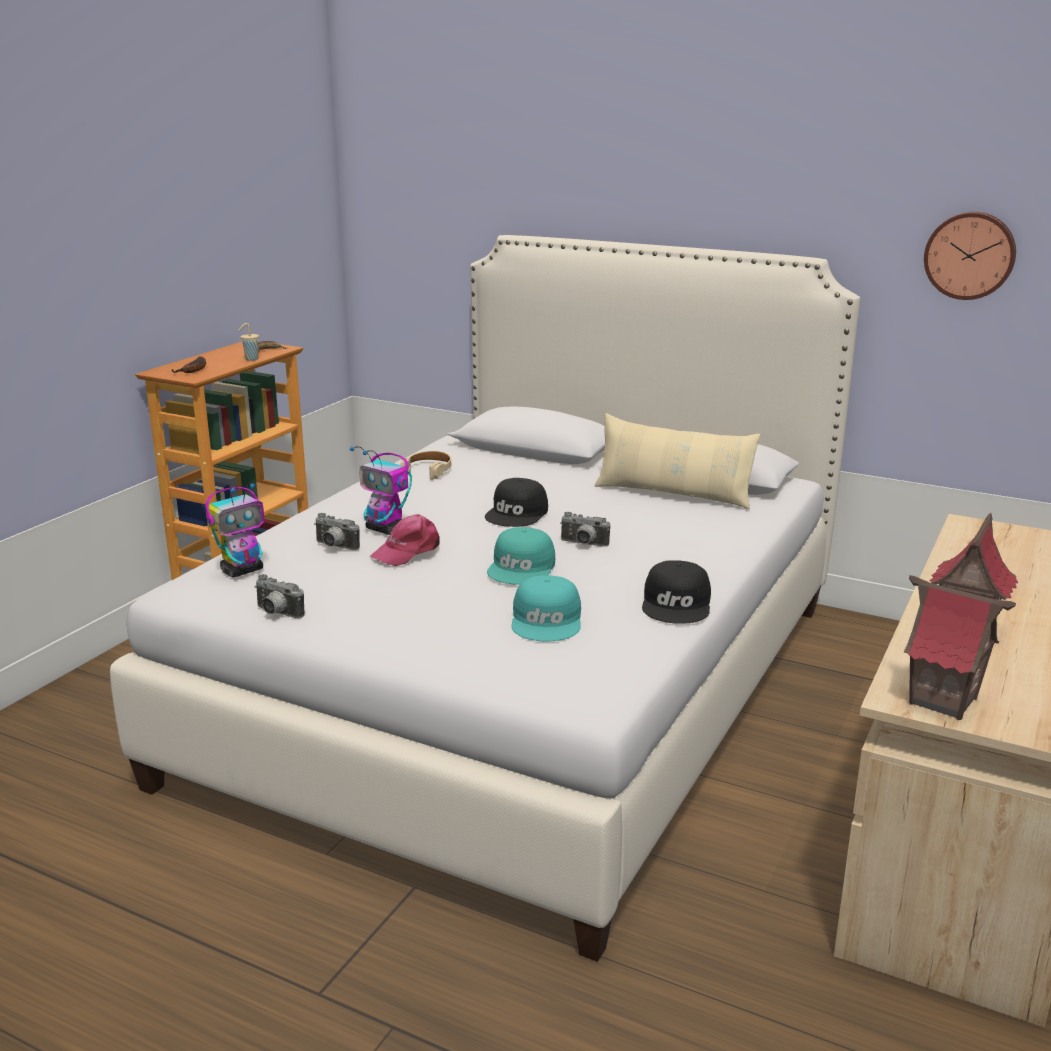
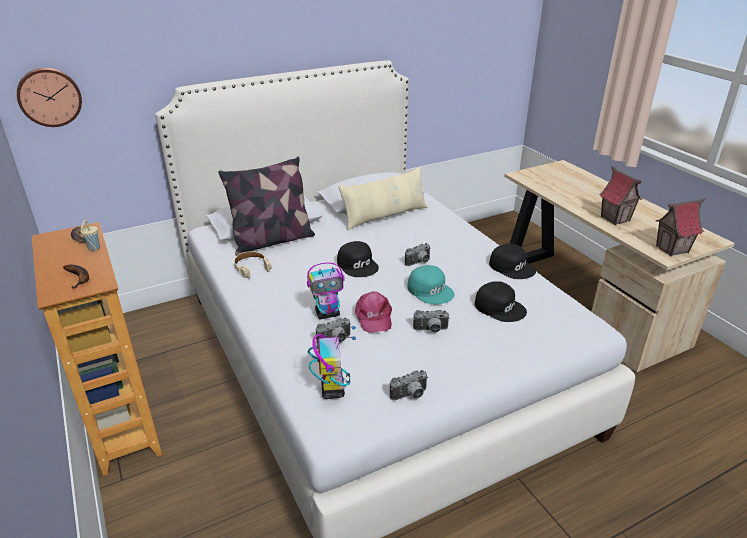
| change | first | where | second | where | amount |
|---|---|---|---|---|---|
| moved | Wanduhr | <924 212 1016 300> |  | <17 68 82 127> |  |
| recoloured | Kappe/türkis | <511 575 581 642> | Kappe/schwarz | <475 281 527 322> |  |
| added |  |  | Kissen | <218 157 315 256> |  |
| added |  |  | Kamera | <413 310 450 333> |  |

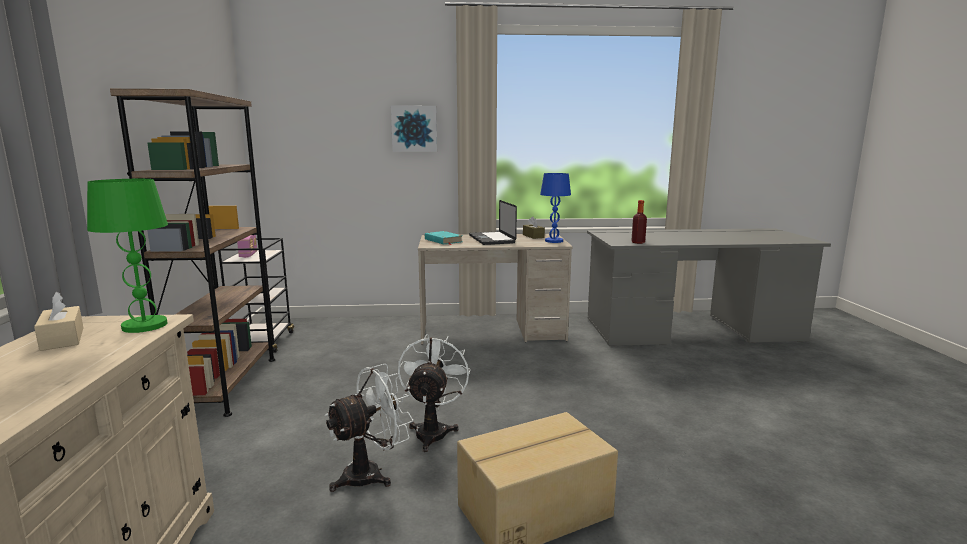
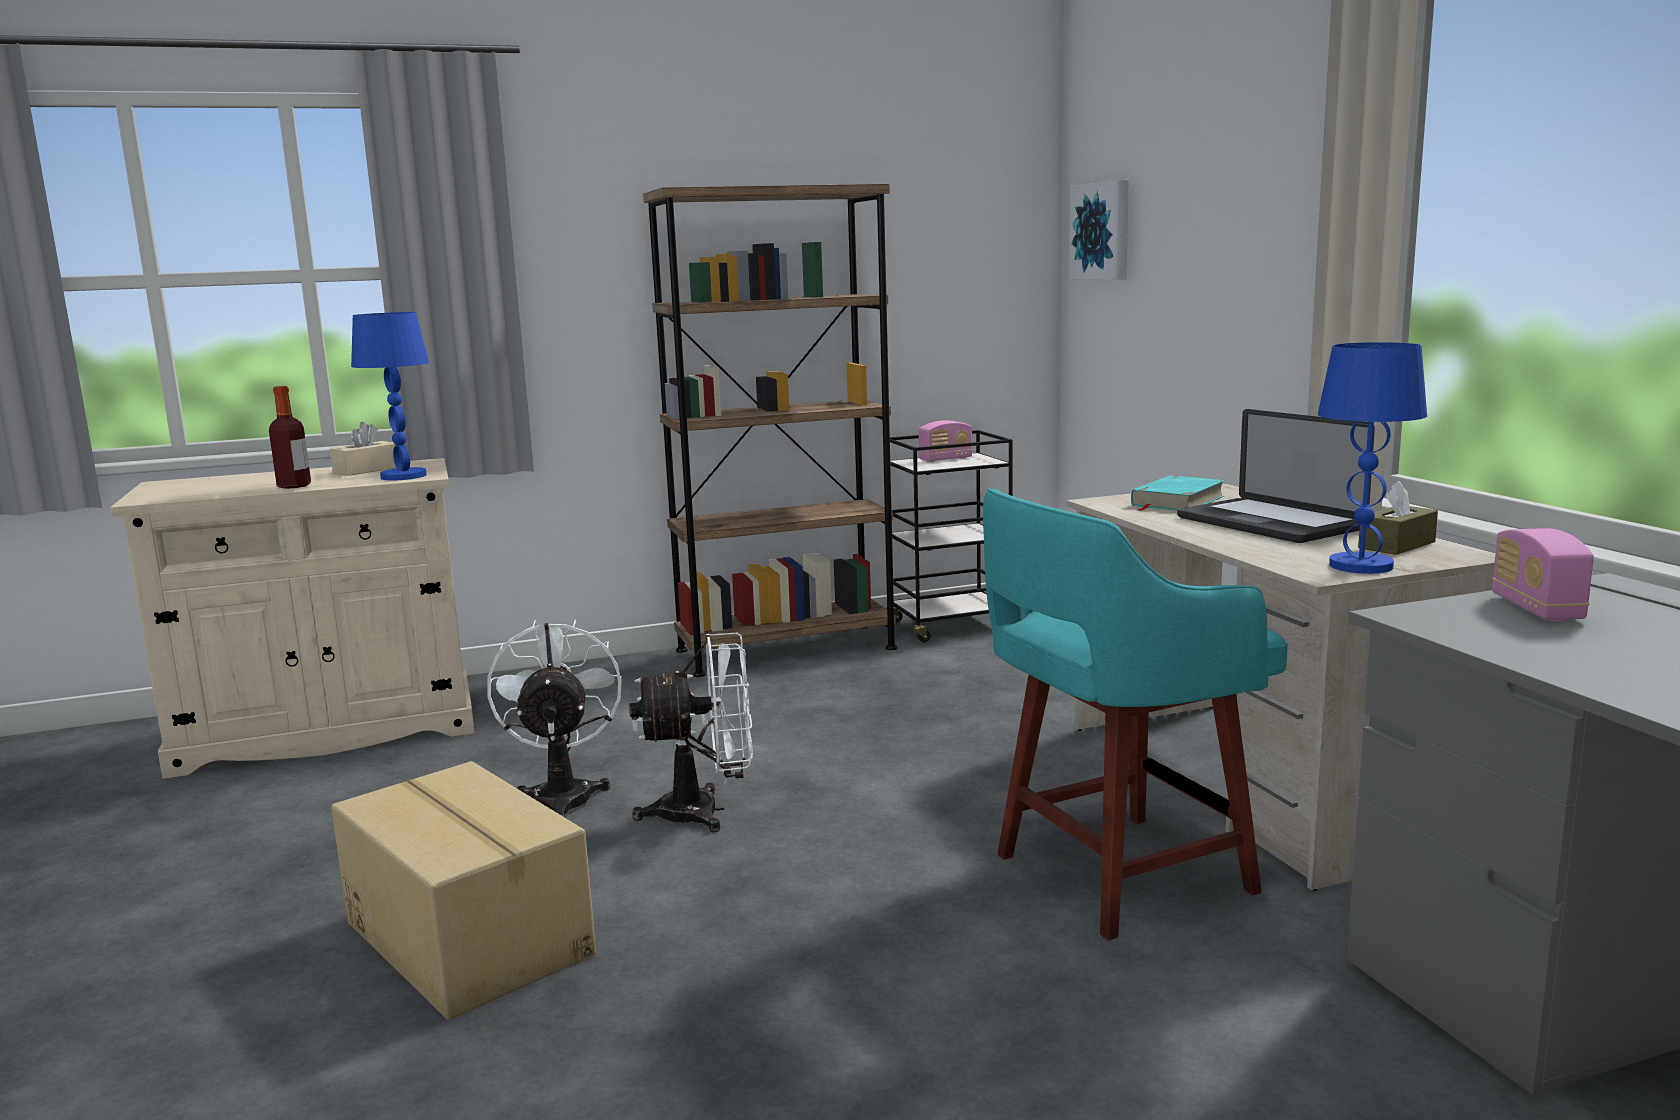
| change | first | where | second | where | amount |
|---|---|---|---|---|---|
| moved | Bild | <391 106 437 152> |  | <1069 180 1129 280> |  |
| recoloured | Tischlampe/grün | <87 179 168 333> | Tischlampe/blau | <351 312 429 481> |  |
| turned | Laptop | <469 200 517 245> |  | <1177 409 1375 543> | 90 degrees counterclockwise |
| moved | Flasche | <631 200 647 244> |  | <269 386 311 489> |  |
| turned | Ventilator/weiß | <325 364 413 492> |  | <487 619 621 817> | 135 degrees counterclockwise |
| added |  |  | Hocker/türkis | <983 488 1288 941> |  |
| added |  |  | Radio | <1492 528 1594 621> |  |

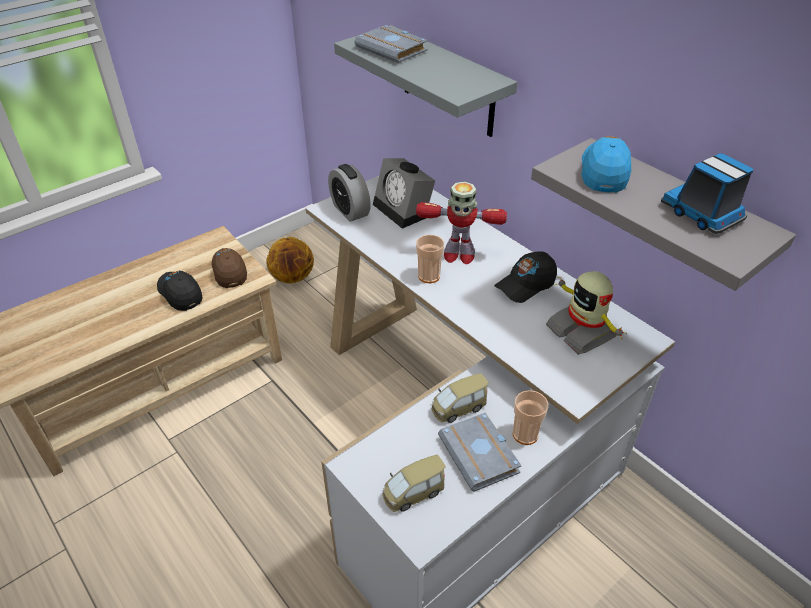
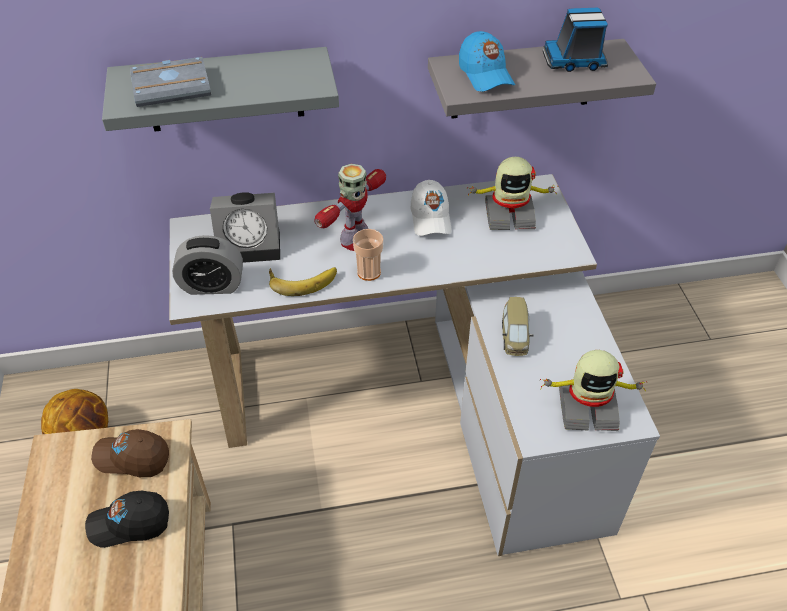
| change | first | where | second | where | amount |
|---|---|---|---|---|---|
| turned | Kappe/blau | <581 136 631 193> |  | <459 31 515 92> | 150 degrees counterclockwise |
| recoloured | Kappe/schwarz | <494 251 557 303> | Kappe/weiß | <411 180 452 236> |  |
| removed | Tasse | <513 390 548 445> |  |  |  |
| removed | Buch/grau | <438 412 521 492> |  |  |  |
| replaced | Spielzeugauto | <383 455 446 512> | Spielzeugroboter | <540 350 649 431> |  |
| added |  |  | Banane | <269 267 337 296> |  |

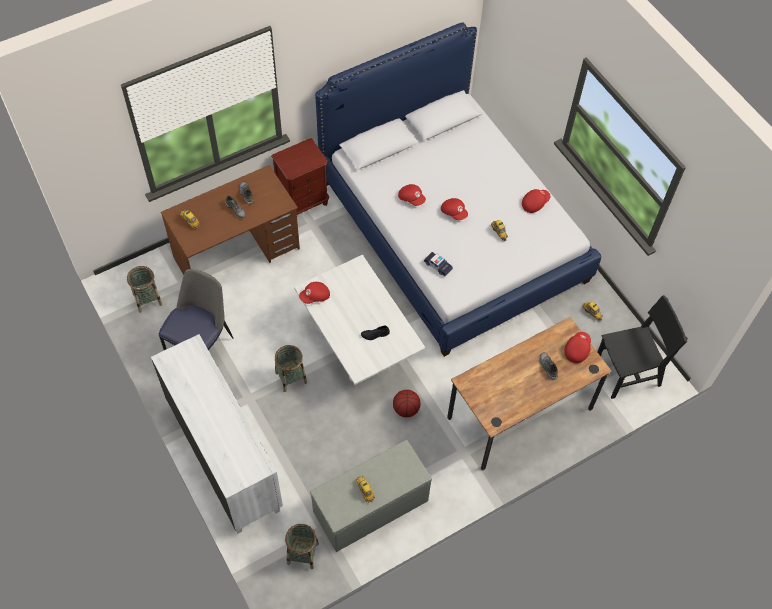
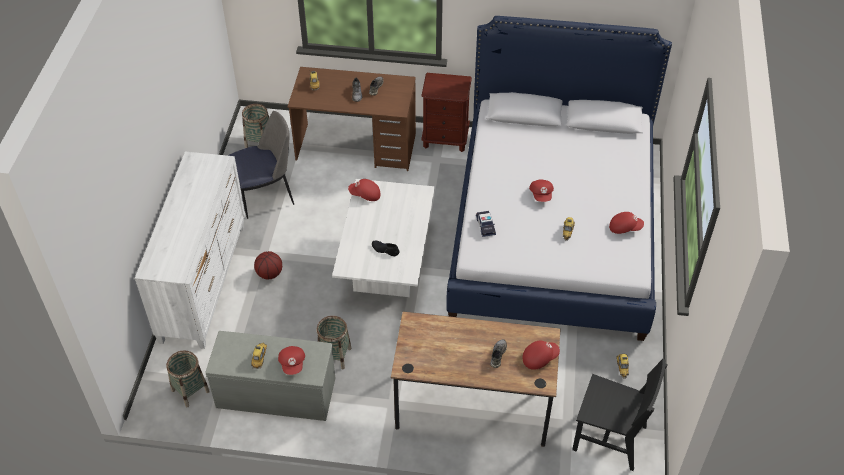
| change | first | where | second | where | amount |
|---|---|---|---|---|---|
| moved | Kappe/rot | <398 184 426 206> |  | <278 346 305 375> |  |
| moved | Korb | <275 345 307 392> |  | <316 316 351 370> |  |
| moved | Basketball | <393 390 420 417> |  | <254 251 282 280> |  |

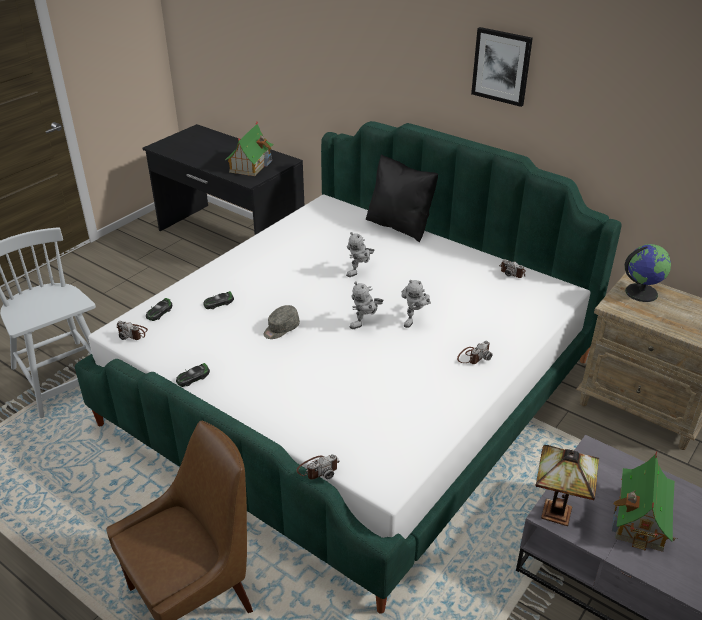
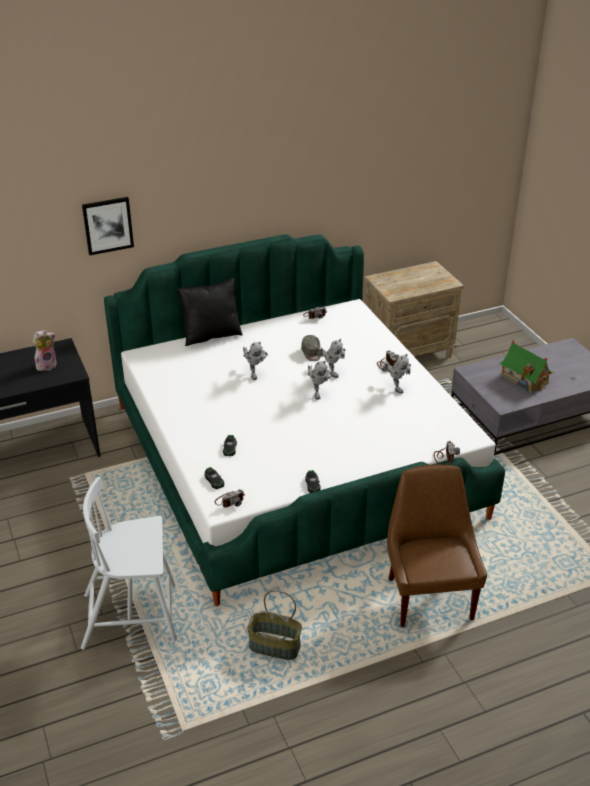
| change | first | where | second | where | amount |
|---|---|---|---|---|---|
| moved | Bild | <471 27 533 107> |  | <82 197 134 255> |  |
| replaced | Spielzeughaus | <225 122 274 176> | Plüschtier | <33 330 57 371> |  |
| removed | Globus | <625 244 671 302> |  |  |  |
| moved | Kappe/grau | <263 305 300 339> |  | <301 335 320 361> |  |
| removed | Tischlampe | <536 445 599 526> |  |  |  |
| added |  |  | Spielzeugroboter | <382 354 411 394> |  |
| added |  |  | Korb | <247 590 302 660> |  |

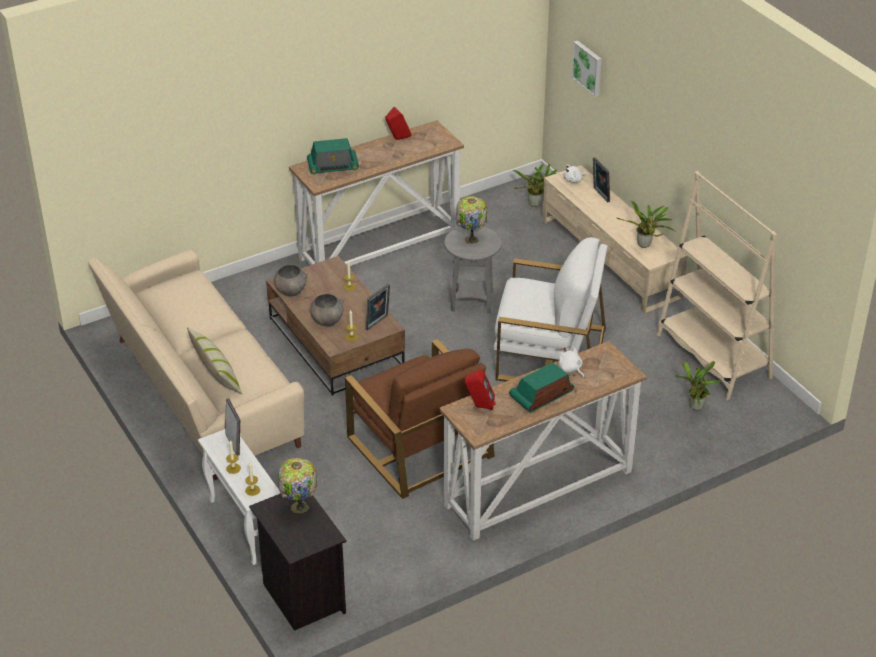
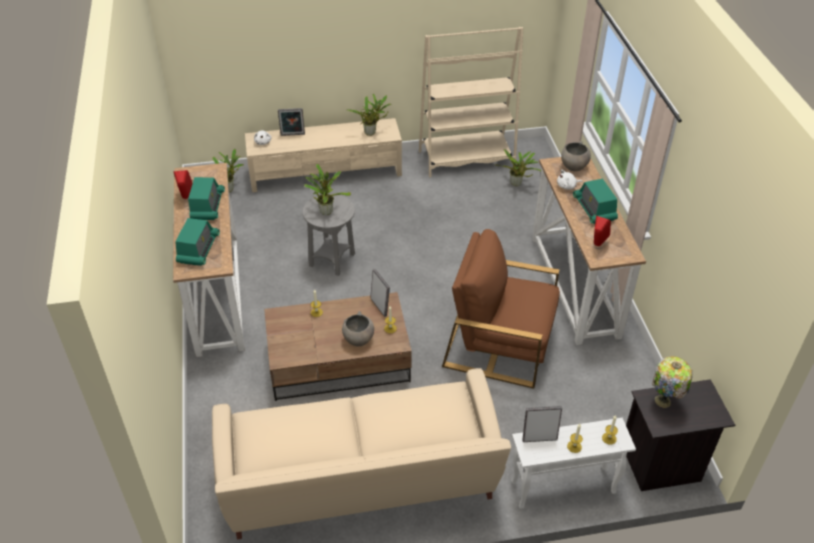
| change | first | where | second | where | amount |
|---|---|---|---|---|---|
| removed | Bild | <571 41 602 97> |  |  |  |
| replaced | Tischlampe | <456 196 487 244> | Topfpflanze | <304 164 351 215> |  |
| removed | Sessel/weiß | <494 237 608 382> |  |  |  |
| moved | Schüssel/grau | <274 264 308 297> |  | <561 141 591 171> |  |
| removed | Kissen | <187 328 242 395> |  |  |  |
| turned | Sessel/braun | <345 339 495 499> |  | <442 229 560 389> | 150 degrees counterclockwise |
| added |  |  | Radio | <188 177 225 220> |  |

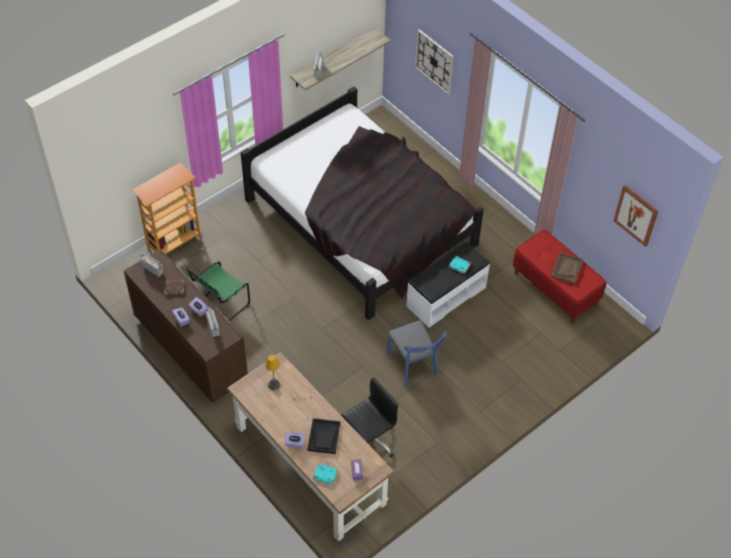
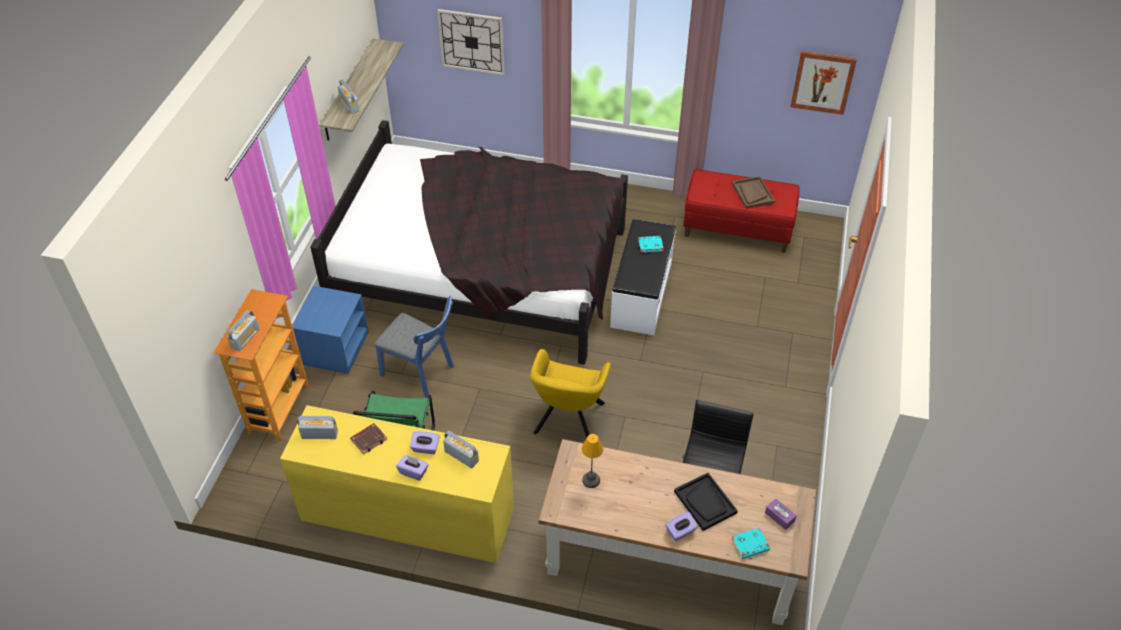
| change | first | where | second | where | amount |
|---|---|---|---|---|---|
| recoloured | Kommode/braun | <124 249 248 403> | Kommode/gelb | <280 405 514 563> |  |
| moved | Stuhl/blau | <387 321 447 387> |  | <374 296 454 398> |  |
| added |  |  | Nachttisch/blau | <292 286 369 374> |  |
| added |  |  | Radio | <227 310 259 351> |  |
| added |  |  | Sessel/gelb | <530 349 611 438> |  |

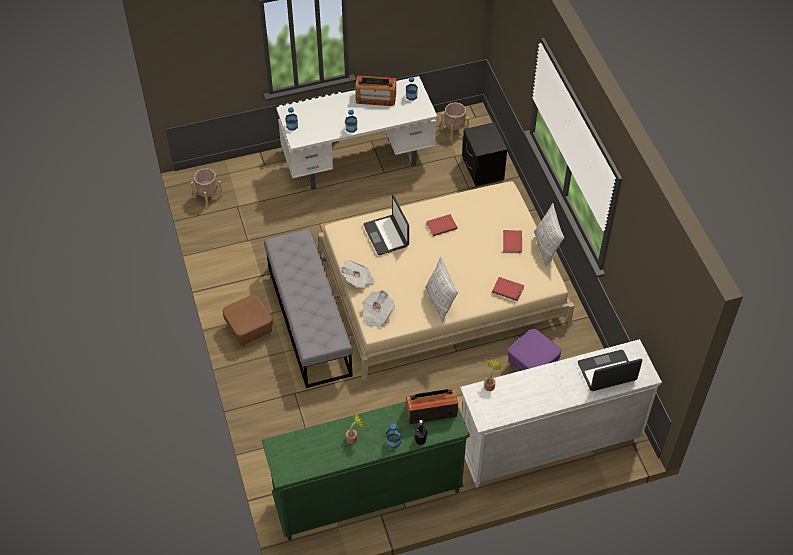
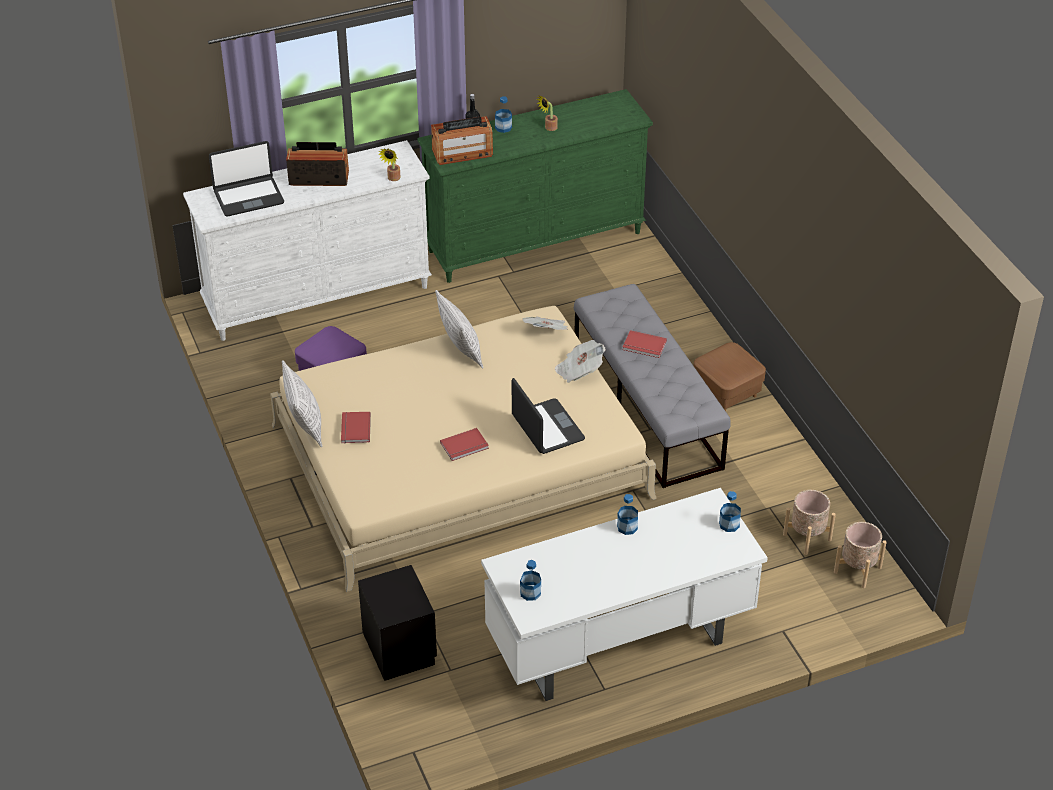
| change | first | where | second | where | amount |
|---|---|---|---|---|---|
| moved | Radio | <355 76 396 106> |  | <286 142 349 186> |  |
| moved | Pflanzkübel/beige | <441 103 469 141> |  | <783 490 836 555> |  |
| moved | Buch/rot | <492 277 525 301> |  | <622 330 667 358> |  |

